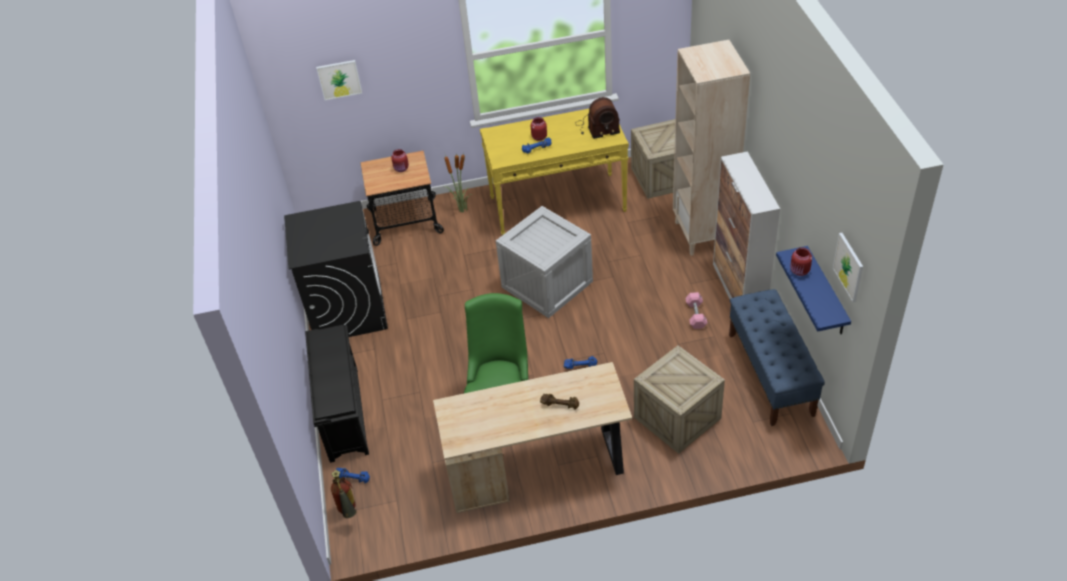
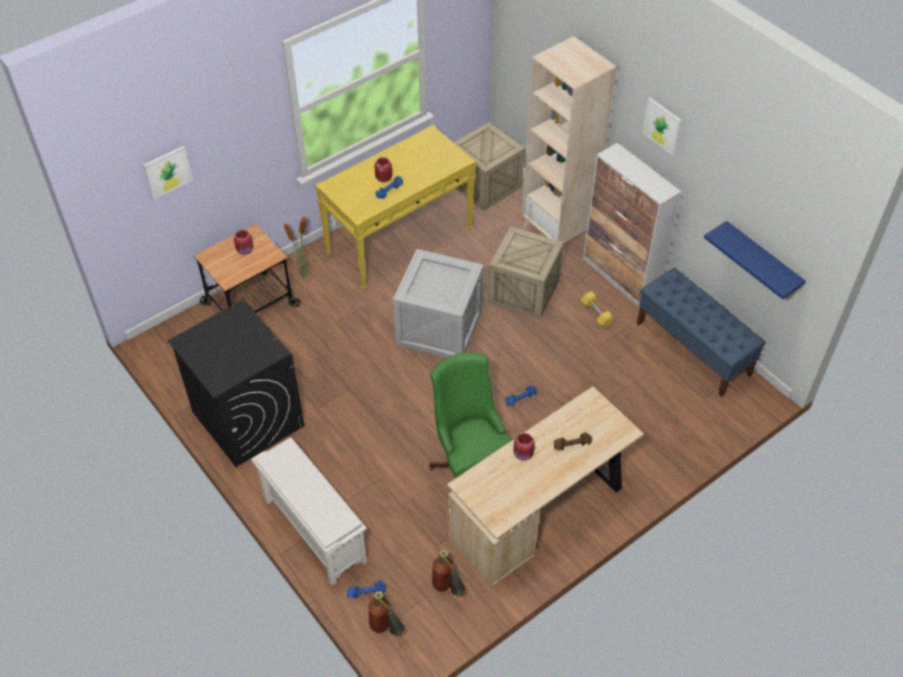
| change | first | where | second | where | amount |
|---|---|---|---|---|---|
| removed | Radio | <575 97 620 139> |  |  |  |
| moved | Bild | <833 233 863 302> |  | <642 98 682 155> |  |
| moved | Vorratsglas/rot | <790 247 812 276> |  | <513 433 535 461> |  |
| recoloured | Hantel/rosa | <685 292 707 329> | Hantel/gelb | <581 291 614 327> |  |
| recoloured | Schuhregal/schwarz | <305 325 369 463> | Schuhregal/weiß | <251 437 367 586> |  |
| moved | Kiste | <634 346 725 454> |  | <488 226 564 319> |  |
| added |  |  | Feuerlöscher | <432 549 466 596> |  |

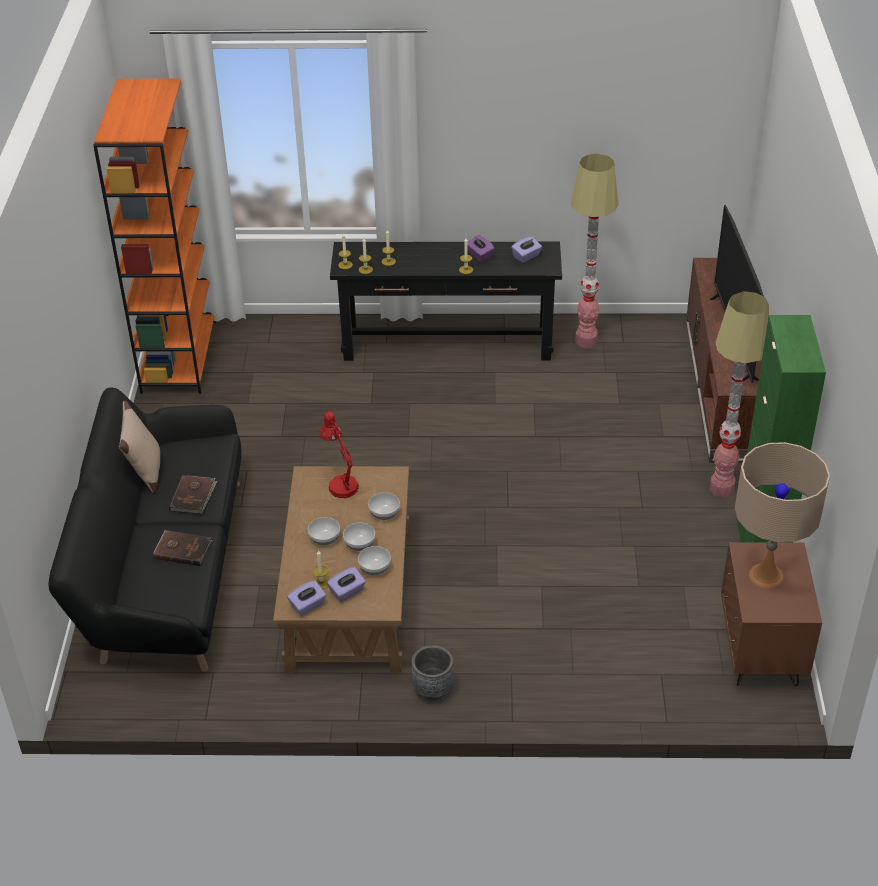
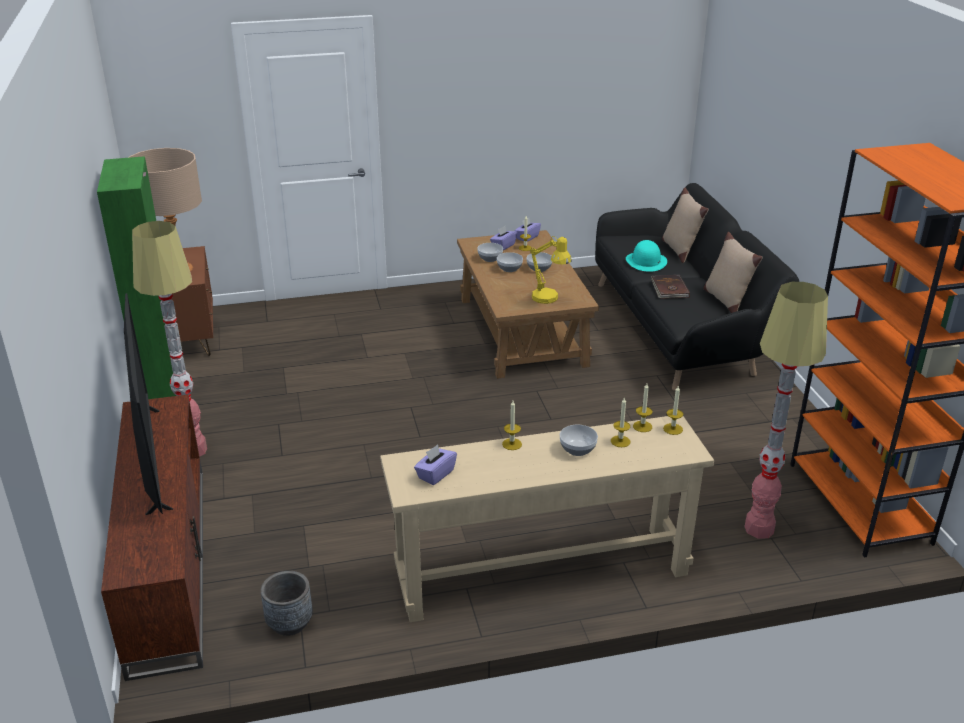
| change | first | where | second | where | amount |
|---|---|---|---|---|---|
| moved | Stehlampe | <571 154 619 348> |  | <744 282 828 539> |  |
| removed | Taschentuchbox/lila | <468 235 495 262> |  |  |  |
| recoloured | Konsolentisch/schwarz | <330 241 562 361> | Konsolentisch/beige | <380 416 714 622> |  |
| recoloured | Tischlampe/rot | <319 411 359 498> | Tischlampe/gelb | <530 236 572 304> |  |
| moved | Schüssel | <368 492 400 520> |  | <560 425 598 456> |  |
| replaced | Buch/braun | <153 530 212 566> | Hut/türkis | <626 240 667 272> |  |
| moved | Pflanzkübel/grau | <412 645 454 700> |  | <261 571 313 636> |  |
| added |  |  | Kissen/beige | <662 187 709 263> |  |

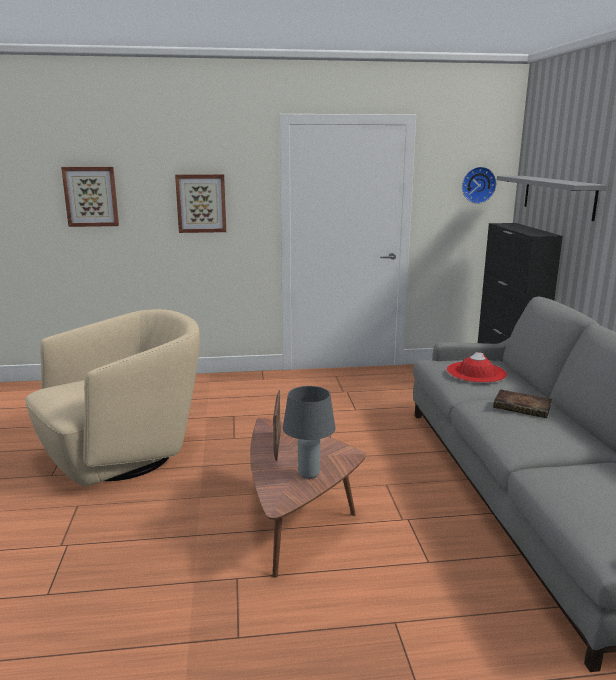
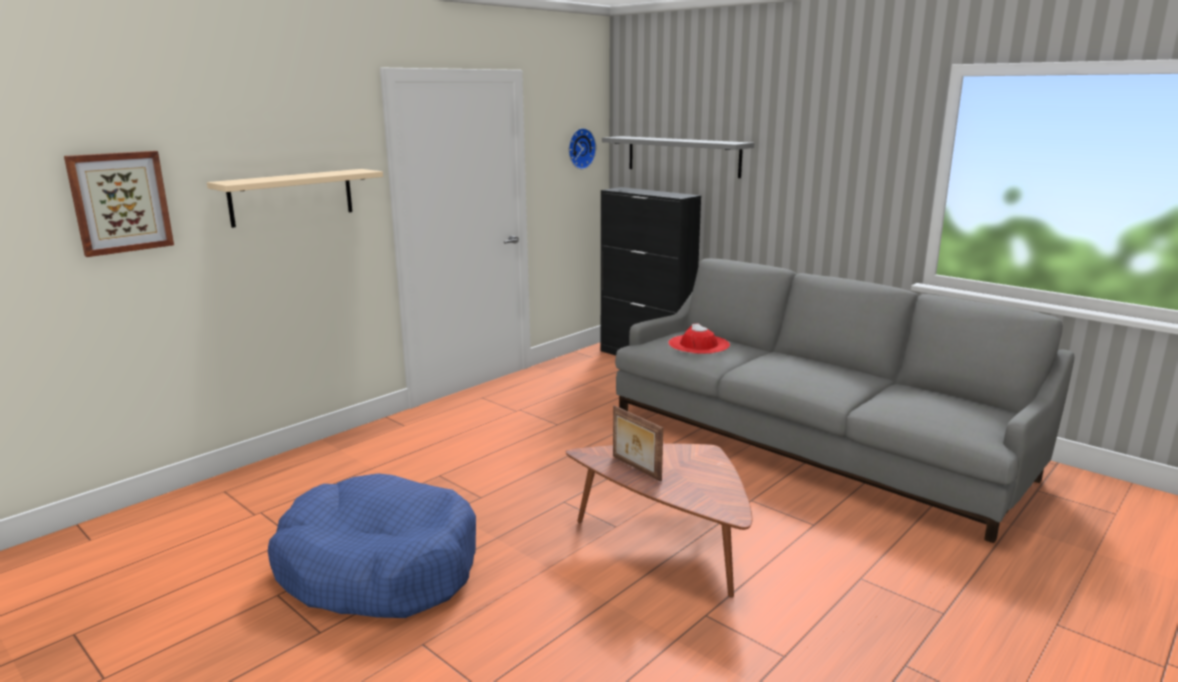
| change | first | where | second | where | amount |
|---|---|---|---|---|---|
| replaced | Bild | <175 174 226 233> | Wandregal/beige | <207 169 383 228> |  |
| replaced | Sessel/beige | <25 309 200 486> | Hundebett/blau | <268 473 476 618> |  |
| removed | Tischlampe/grau | <283 386 335 479> |  |  |  |
| removed | Buch | <493 389 552 418> |  |  |  |

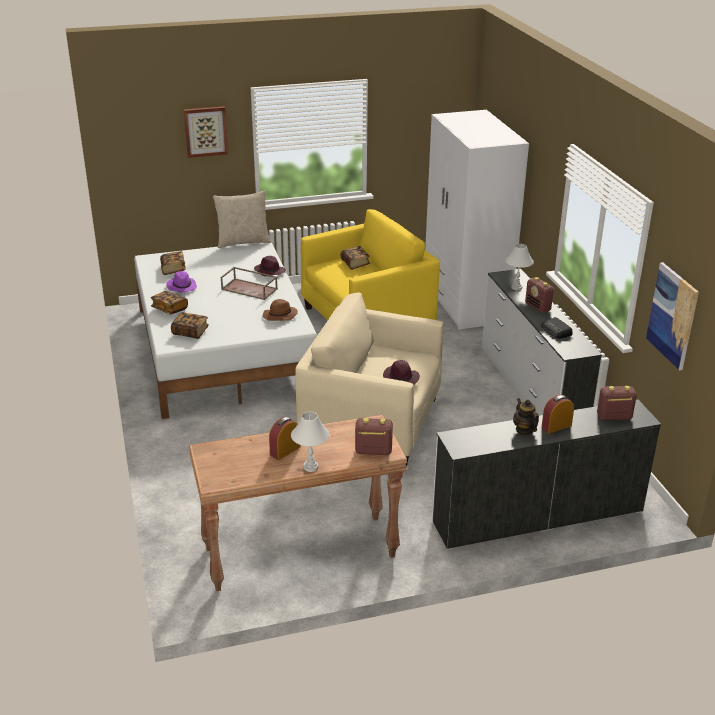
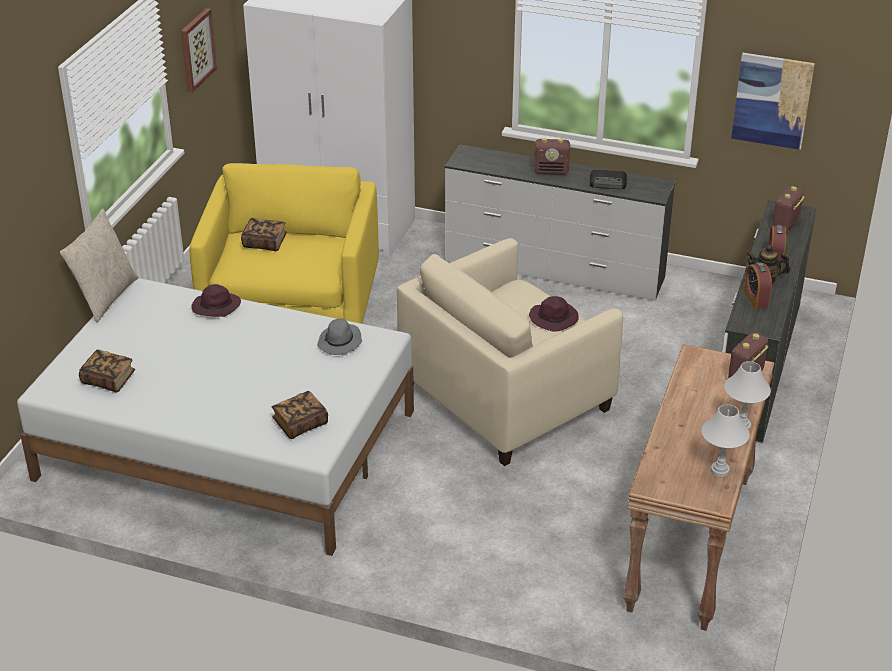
| change | first | where | second | where | amount |
|---|---|---|---|---|---|
| moved | Bild | <184 106 228 158> |  | <181 8 217 93> |  |
| moved | Tischlampe/weiß | <505 244 534 290> |  | <701 404 750 477> |  |
| removed | Tablett/braun | <221 267 278 300> |  |  |  |
| removed | Hut/lila | <166 271 197 292> |  |  |  |
| removed | Buch | <151 291 188 314> |  |  |  |
| recoloured | Hut/braun | <263 299 298 321> | Hut/grau | <317 319 362 355> |  |
| moved | Wecker | <269 417 301 460> |  | <744 262 772 310> |  |

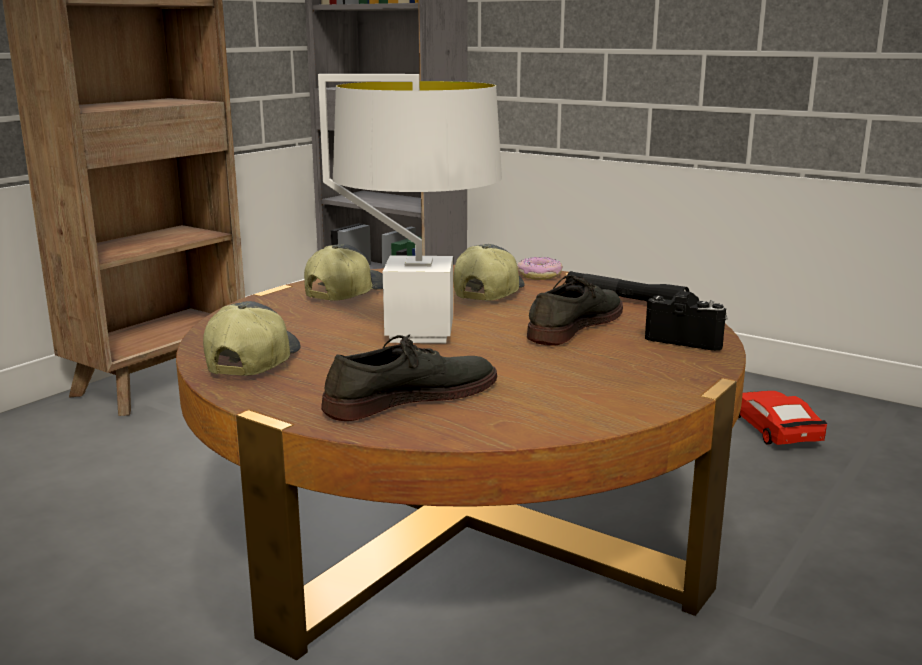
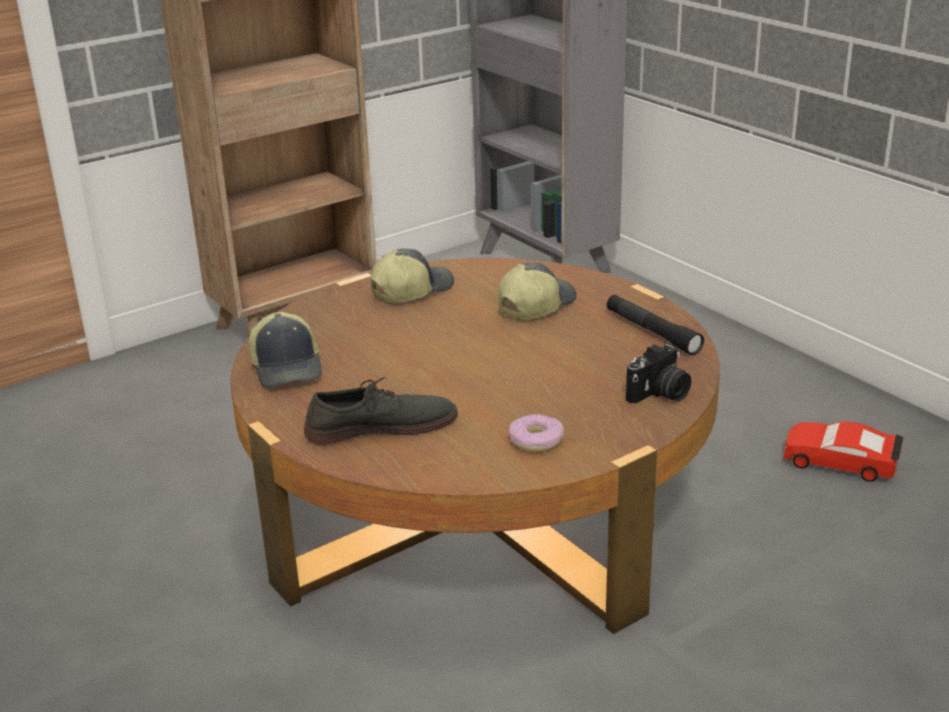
| change | first | where | second | where | amount |
|---|---|---|---|---|---|
| removed | Tischlampe/weiß | <318 74 502 343> |  |  |  |
| moved | Donut | <517 257 563 280> |  | <508 414 564 452> |  |
| removed | Schuh/grau | <527 275 623 346> |  |  |  |
| turned | Kamera | <645 291 728 351> |  | <626 344 691 403> | 90 degrees clockwise |
| turned | Kappe | <203 301 301 376> |  | <249 312 322 388> | 135 degrees clockwise |
| turned | Spielzeugauto/rot | <738 391 827 445> |  | <783 421 904 482> | 75 degrees counterclockwise |

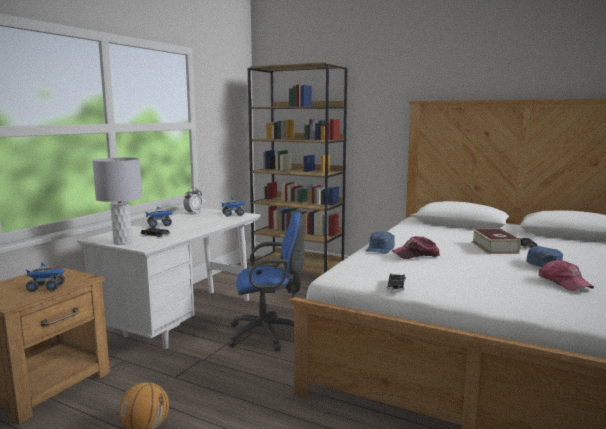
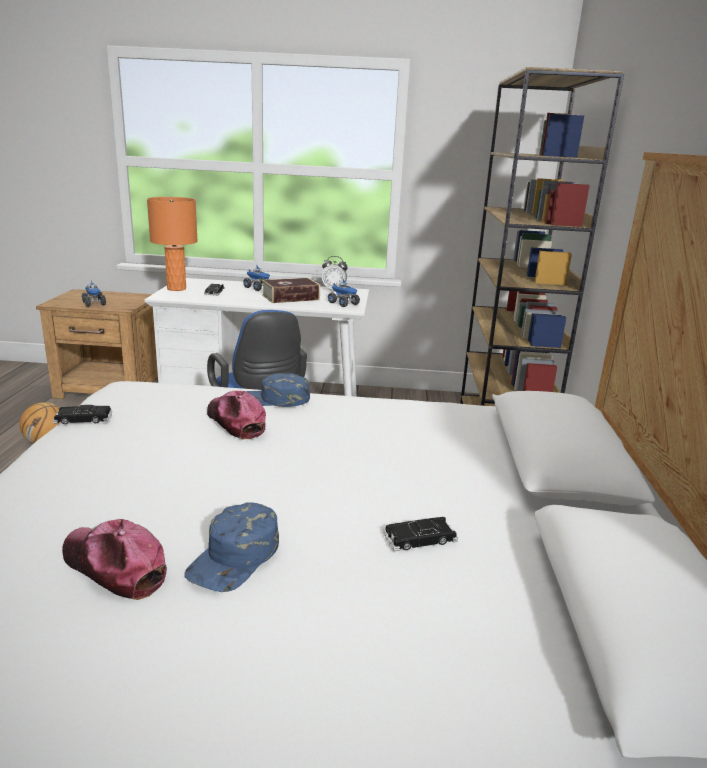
| change | first | where | second | where | amount |
|---|---|---|---|---|---|
| recoloured | Tischlampe/grau | <92 157 142 245> | Tischlampe/orange | <147 197 198 291> |  |
| moved | Buch | <471 229 521 254> |  | <262 278 320 303> |  |
| turned | Kappe | <539 260 594 291> |  | <62 519 167 600> | 75 degrees clockwise |

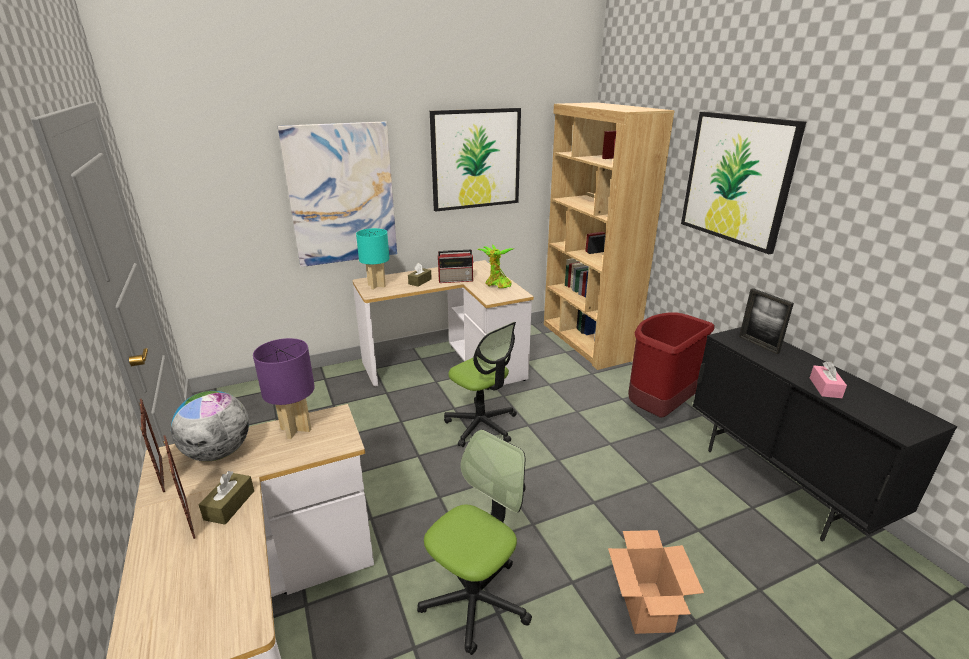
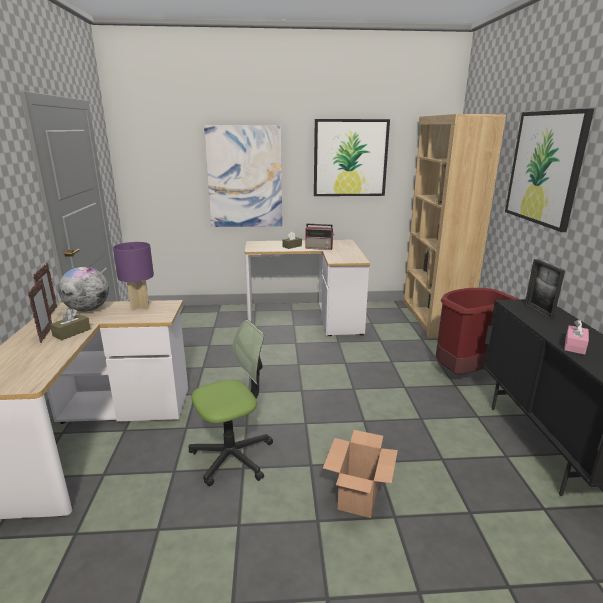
| change | first | where | second | where | amount |
|---|---|---|---|---|---|
| removed | Tischlampe/türkis | <356 228 389 289> |  |  |  |
| removed | Topfpflanze | <477 244 515 288> |  |  |  |
| removed | Bürostuhl | <444 322 517 447> |  |  |  |

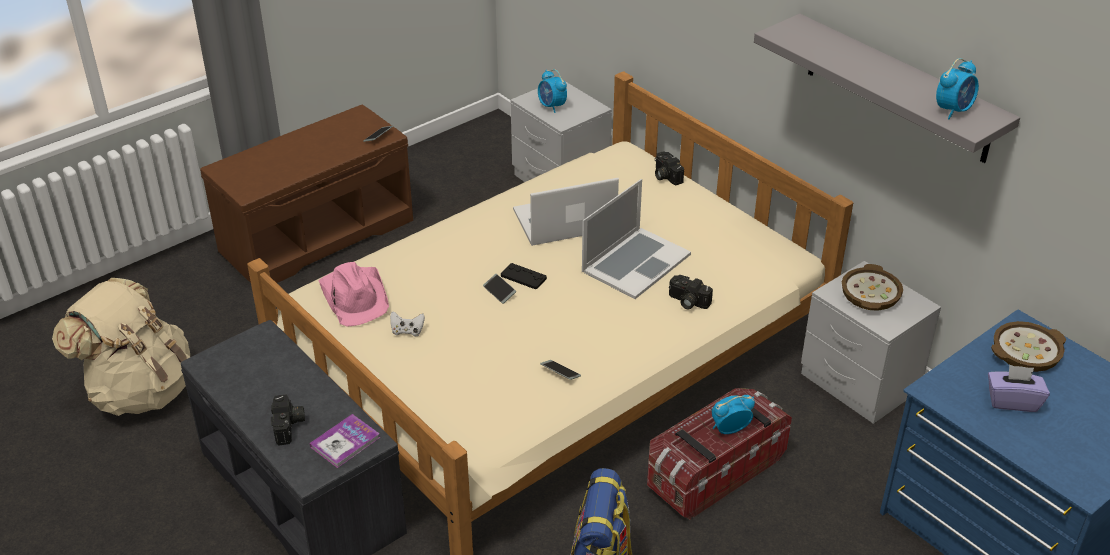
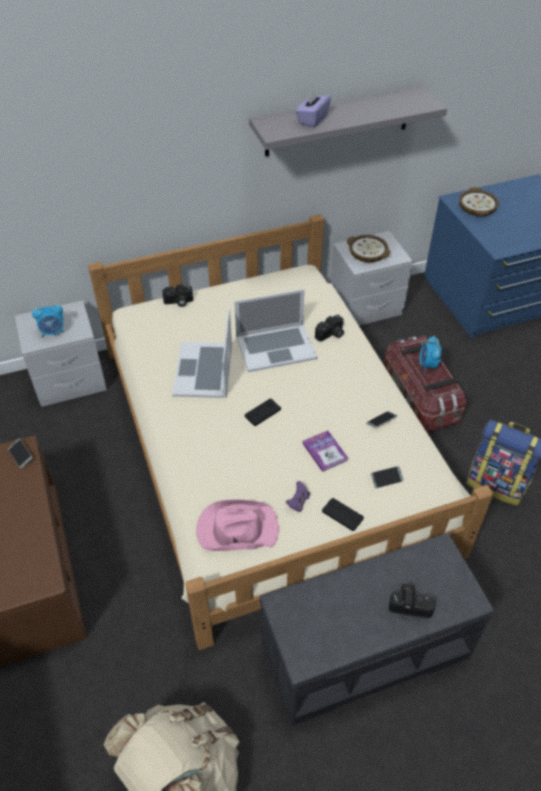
| change | first | where | second | where | amount |
|---|---|---|---|---|---|
| removed | Wecker | <936 58 979 119> |  |  |  |
| turned | Laptop | <582 179 691 299> |  | <234 289 317 372> | 105 degrees clockwise |
| moved | Handy | <483 274 516 304> |  | <371 466 404 488> |  |
| recoloured | Gamepad/weiß | <390 311 425 337> | Gamepad/lila | <286 481 310 512> |  |
| moved | Taschentuchbox/lila | <988 365 1050 412> |  | <296 88 331 127> |  |
| moved | Buch | <310 414 380 468> |  | <302 430 348 472> |  |
| added |  |  | Gamepad/schwarz | <322 498 364 531> |  |

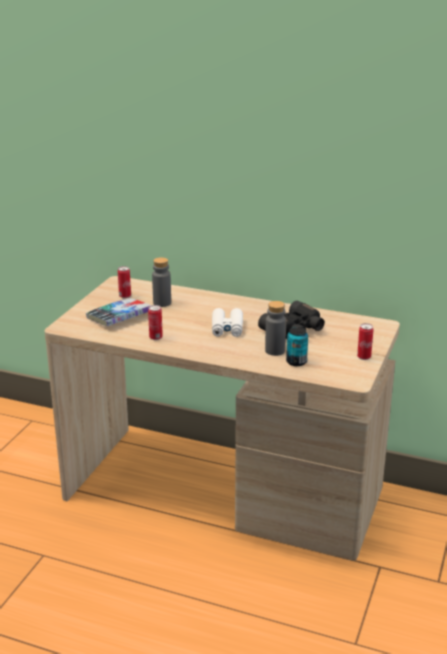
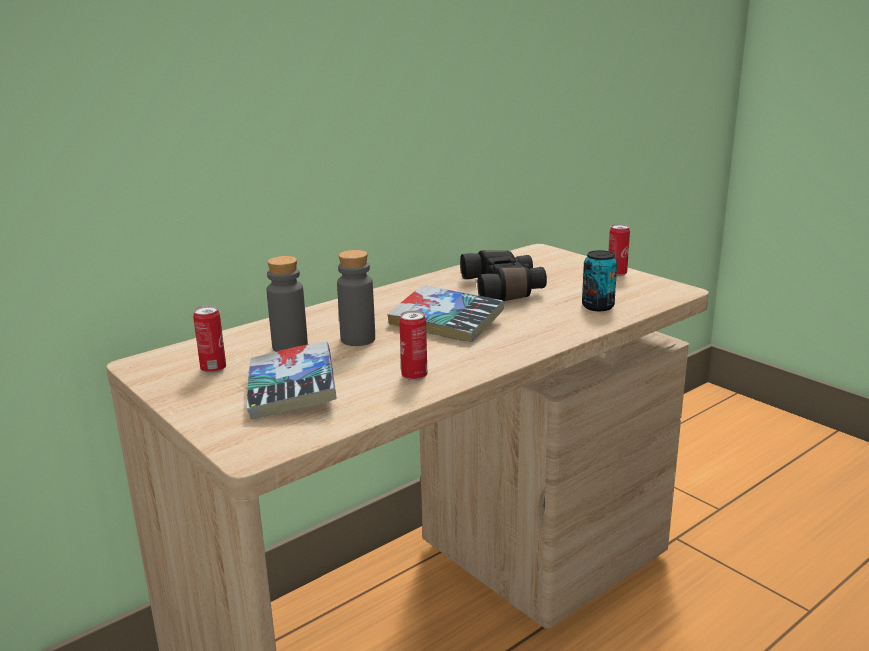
| change | first | where | second | where | amount |
|---|---|---|---|---|---|
| moved | Flasche/grau | <265 301 286 356> |  | <337 250 375 346> |  |
| replaced | Fernglas/weiß | <212 308 243 337> | Buch | <387 285 504 342> |  |

